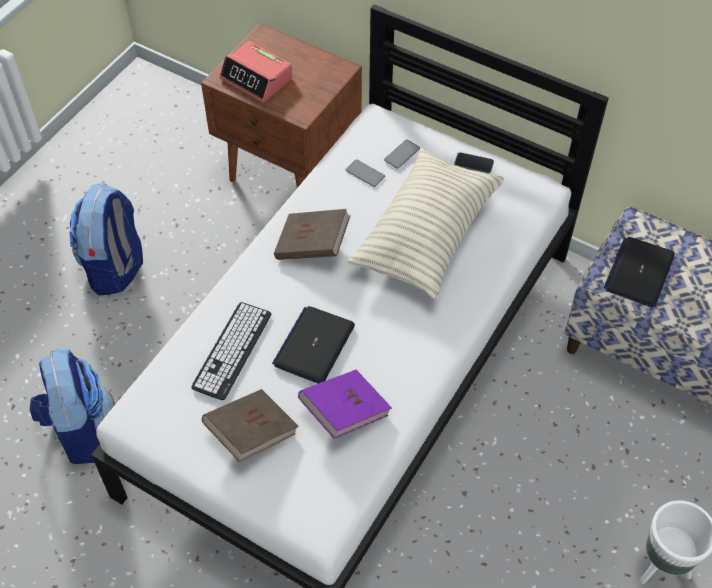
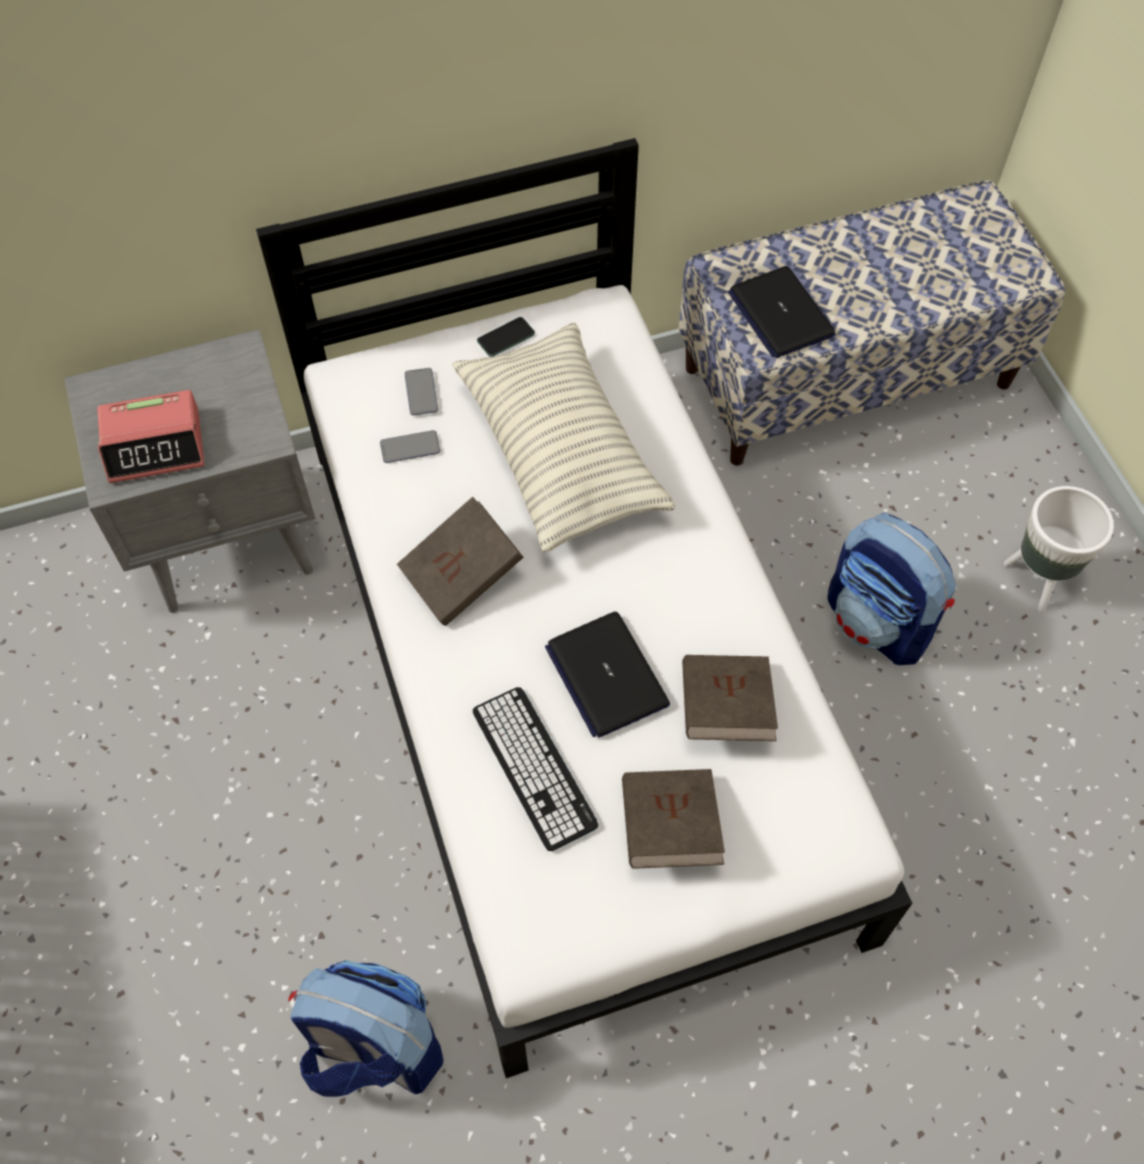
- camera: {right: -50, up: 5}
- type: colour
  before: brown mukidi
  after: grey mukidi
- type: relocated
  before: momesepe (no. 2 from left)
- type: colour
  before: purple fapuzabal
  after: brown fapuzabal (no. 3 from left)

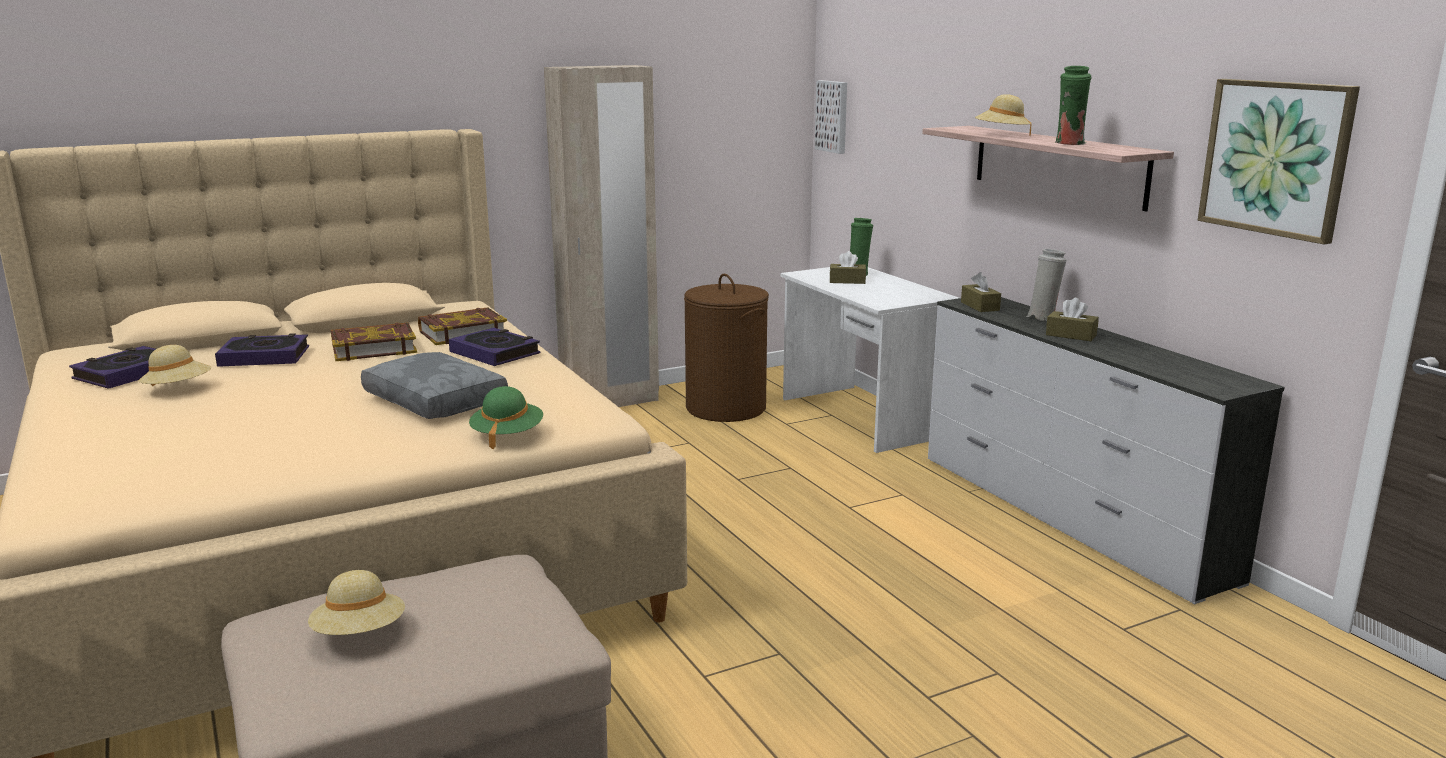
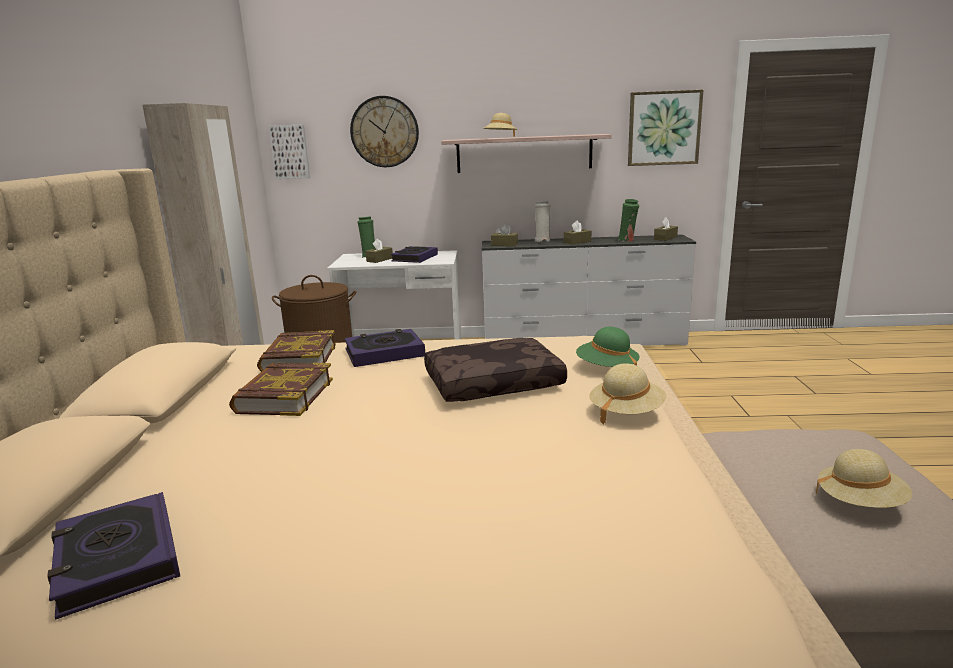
- camera: {right: -60, up: 0}
- type: relocated
  before: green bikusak (no. 2 from left)
- type: relocated
  before: fapuzabal (no. 2 from left in the first image)
  after: fapuzabal (no. 5 from left)
- type: relocated
  before: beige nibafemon (no. 1 from left in the first image)
  after: beige nibafemon (no. 2 from left)
- type: colour
  before: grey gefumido
  after: brown gefumido
- type: appeared
  after: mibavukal
- type: appeared
  after: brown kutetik (no. 4 from left)

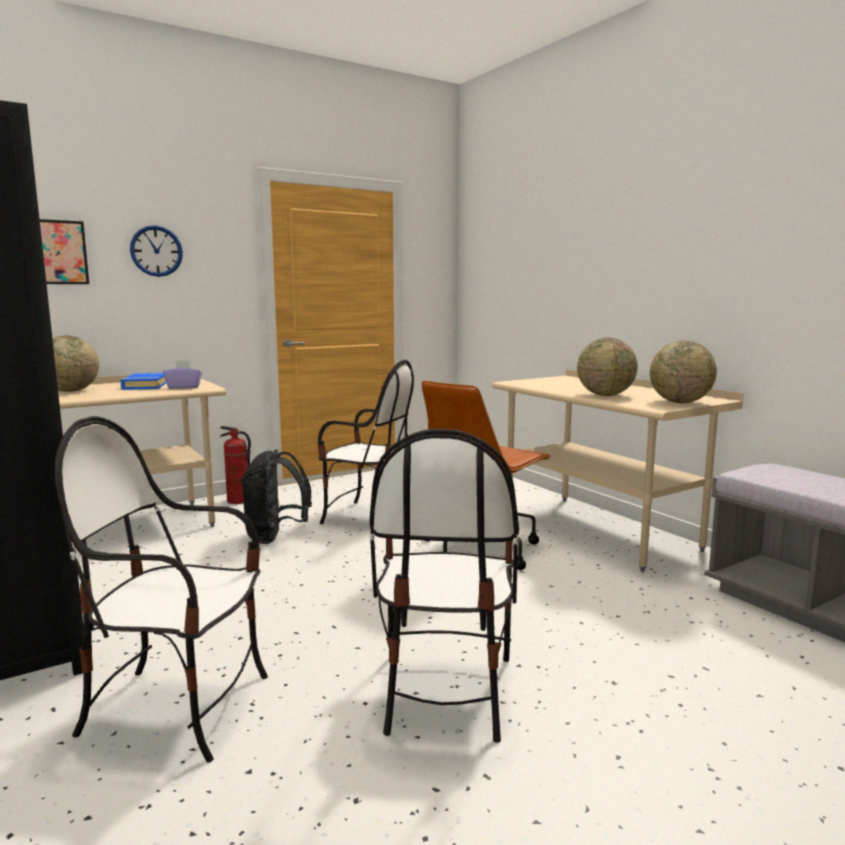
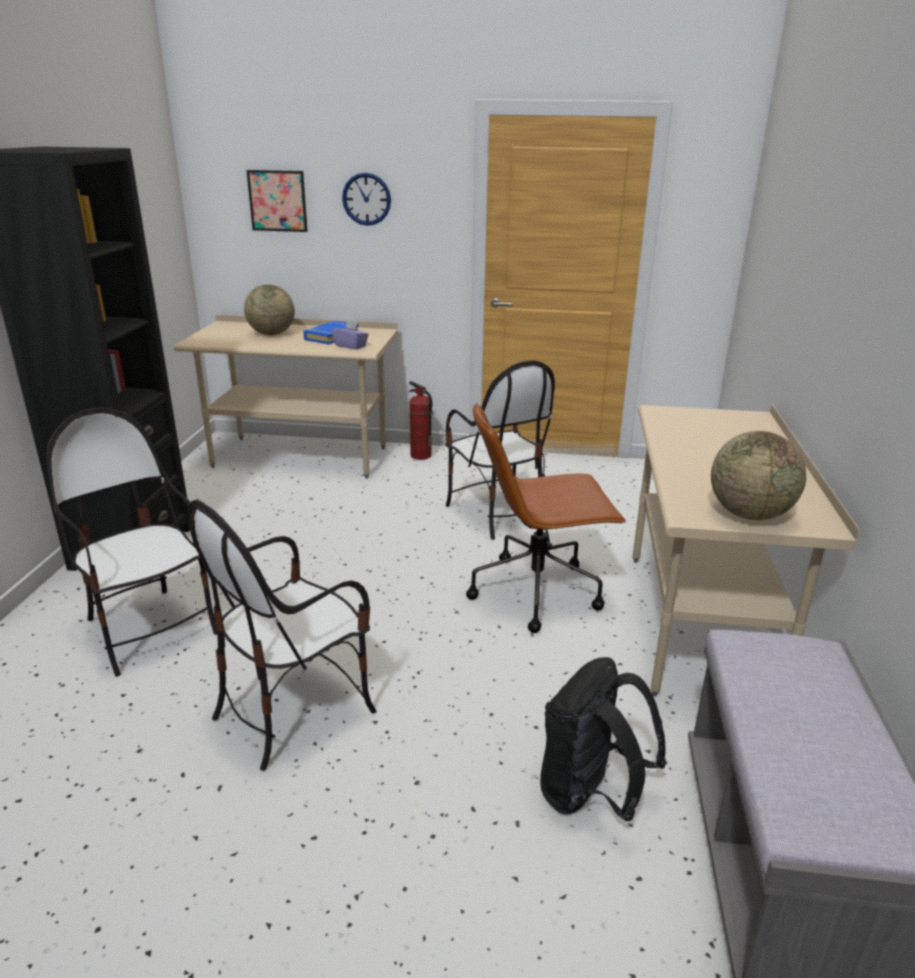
- camera: {right: 40, up: 15}
- type: missing
  before: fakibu (no. 2 from left)
- type: relocated
  before: black momesepe

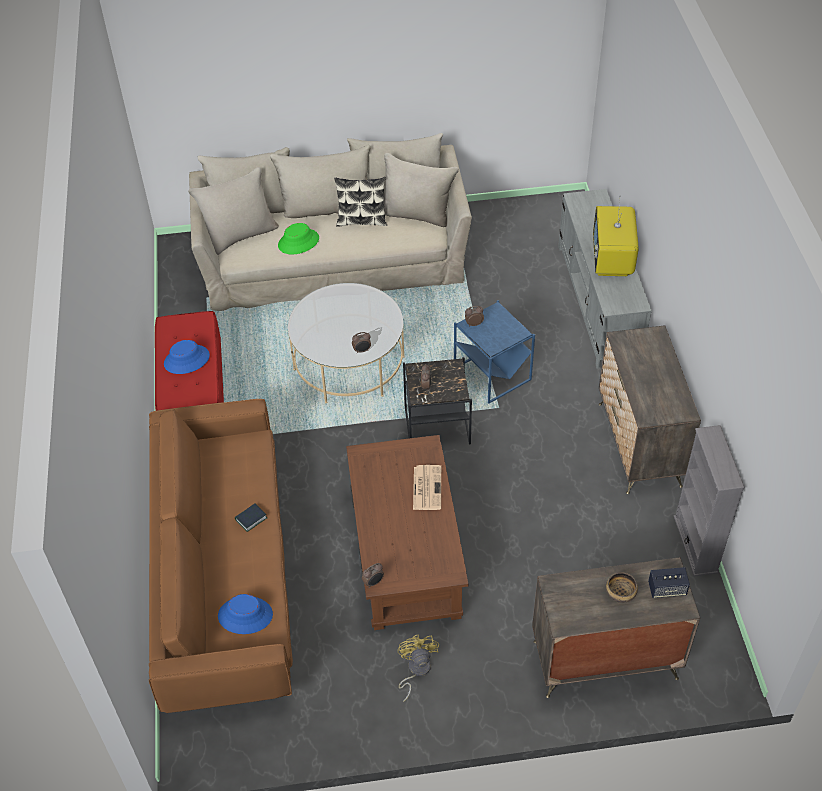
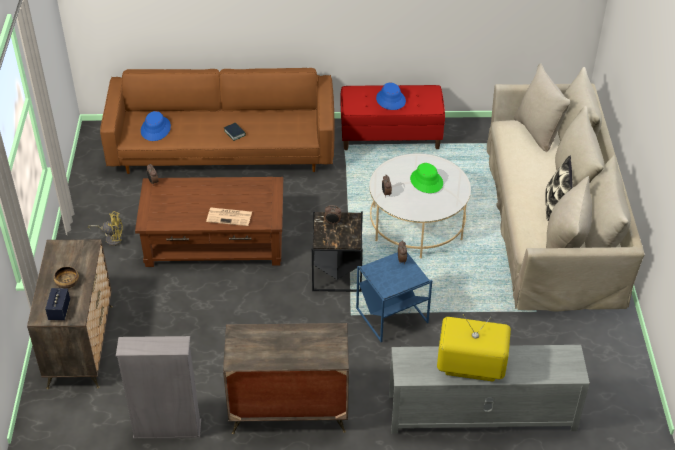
- camera: {right: 95, up: -5}
- type: relocated
  before: green nibafemon

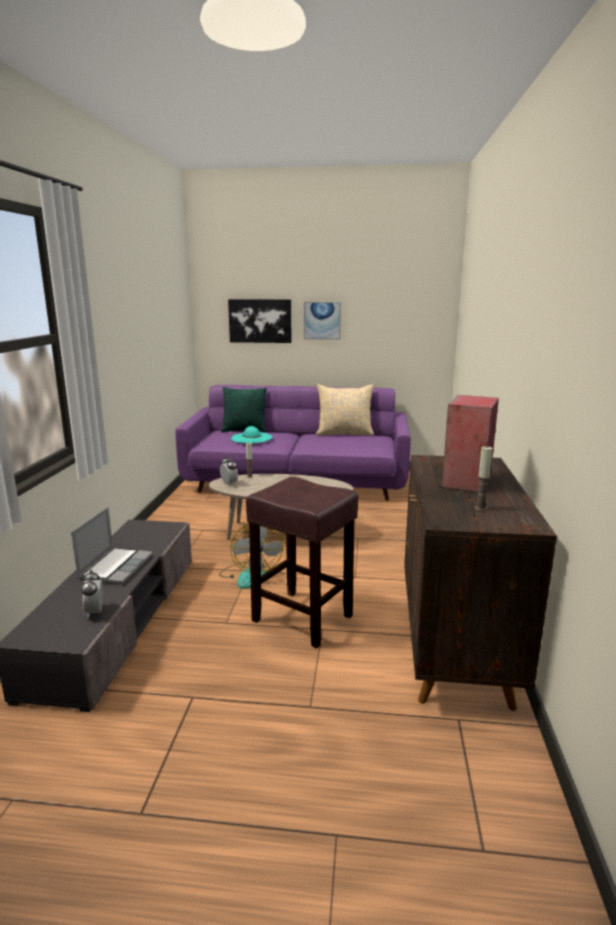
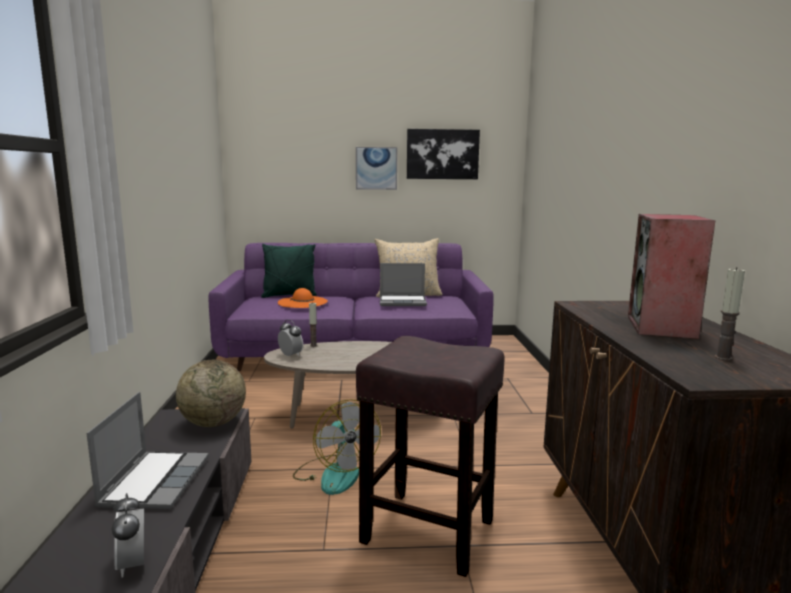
- camera: {right: -10, up: -5}
- type: relocated
  before: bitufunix (no. 1 from left in the first image)
  after: bitufunix (no. 2 from left)
- type: colour
  before: turquoise nibafemon
  after: orange nibafemon
- type: appeared
  after: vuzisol (no. 2 from left)
- type: appeared
  after: fakibu

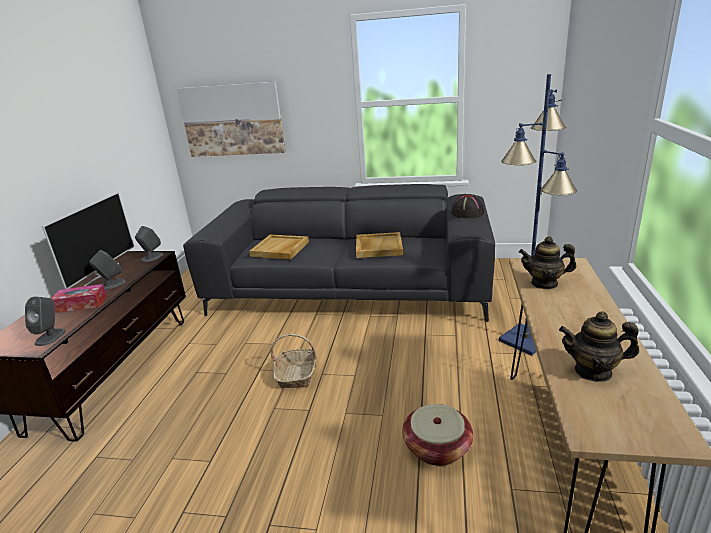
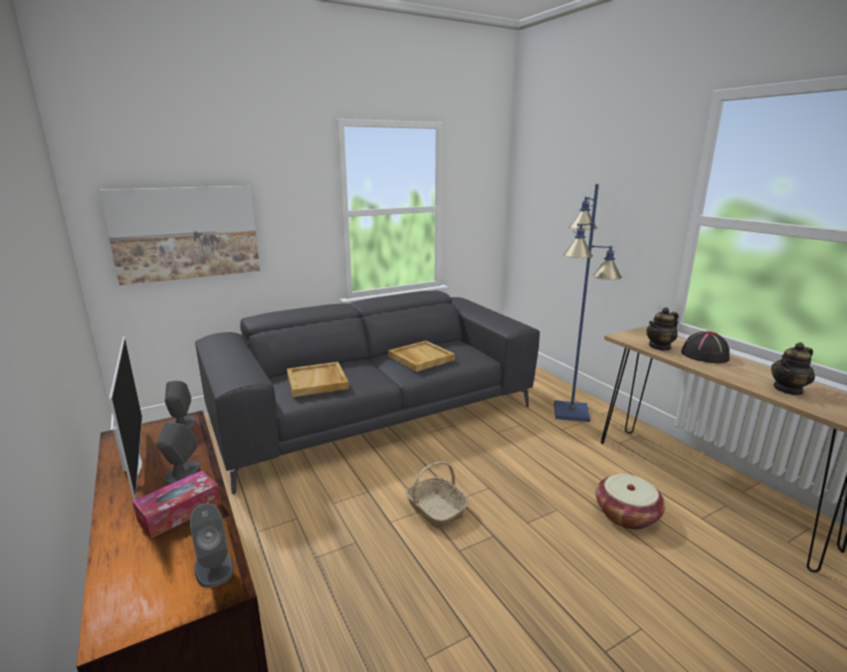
- camera: {right: -40, up: -5}
- type: relocated
  before: black nibafemon

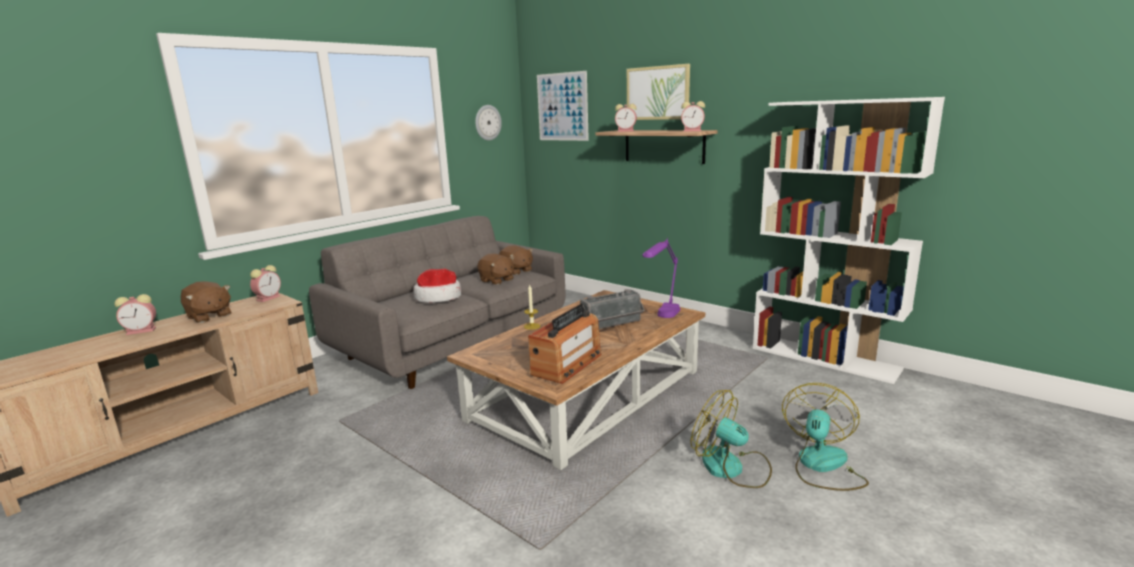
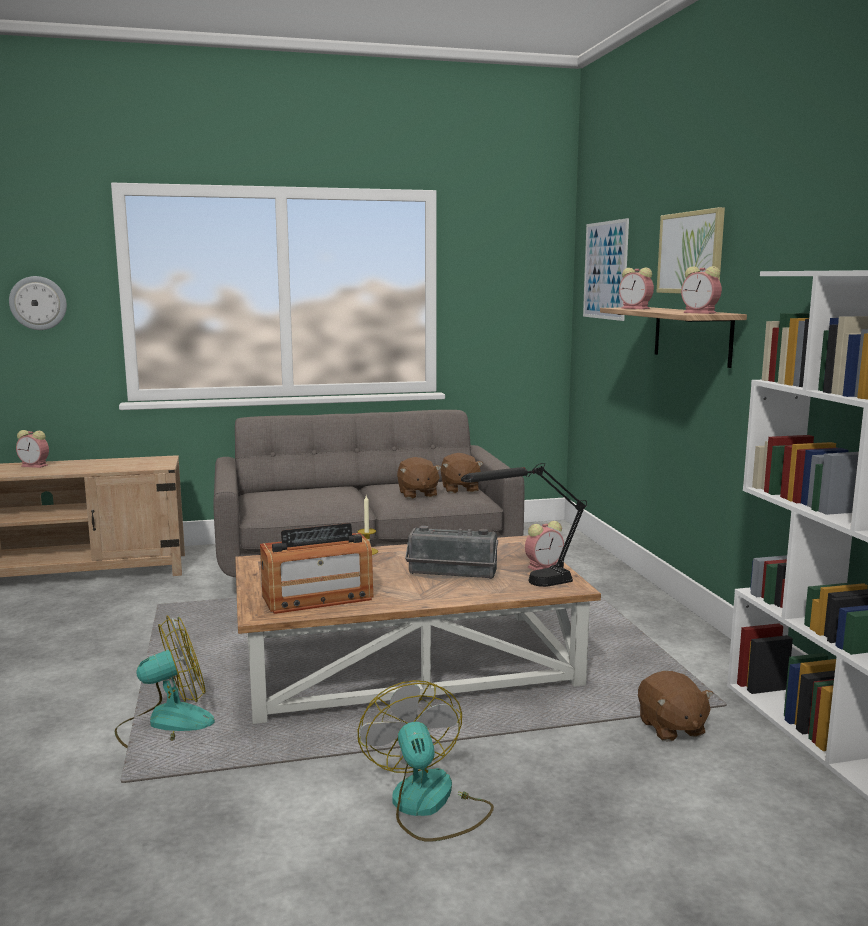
- camera: {right: 35, up: -5}
- type: relocated
  before: mibavukal
- type: colour
  before: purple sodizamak
  after: black sodizamak
- type: relocated
  before: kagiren (no. 2 from left)
- type: missing
  before: nibafemon
- type: relocated
  before: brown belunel (no. 1 from left in the first image)
  after: brown belunel (no. 3 from left)
- type: relocated
  before: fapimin (no. 2 from left in the first image)
  after: fapimin (no. 1 from left)

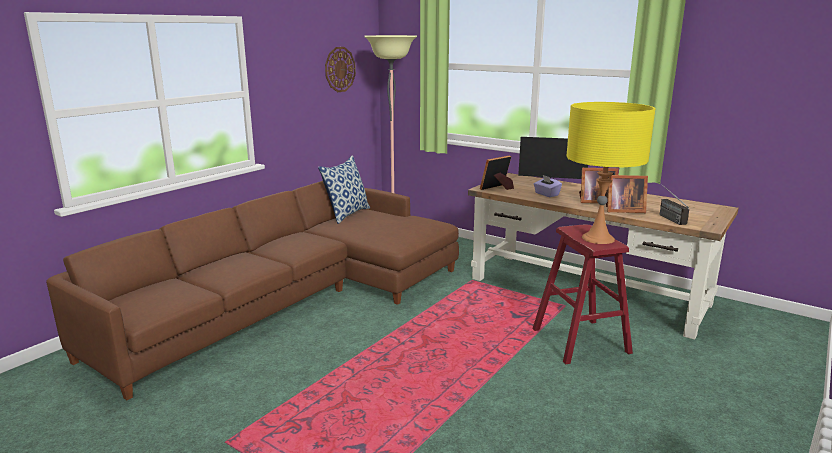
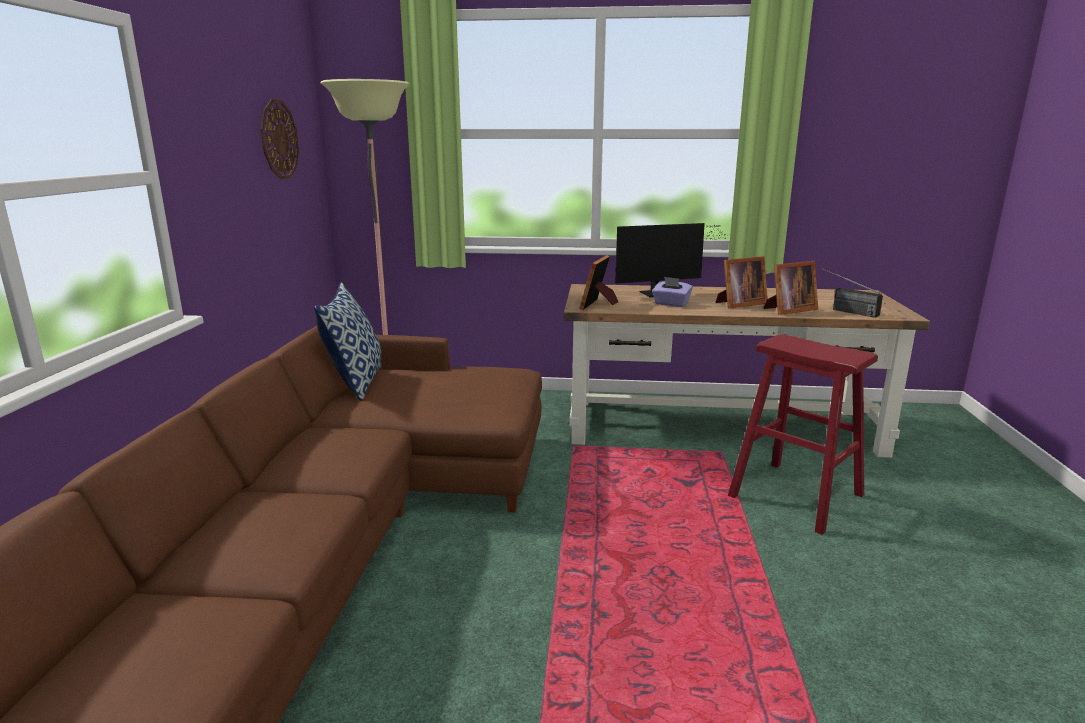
- camera: {right: -30, up: 0}
- type: missing
  before: yellow sodizamak

